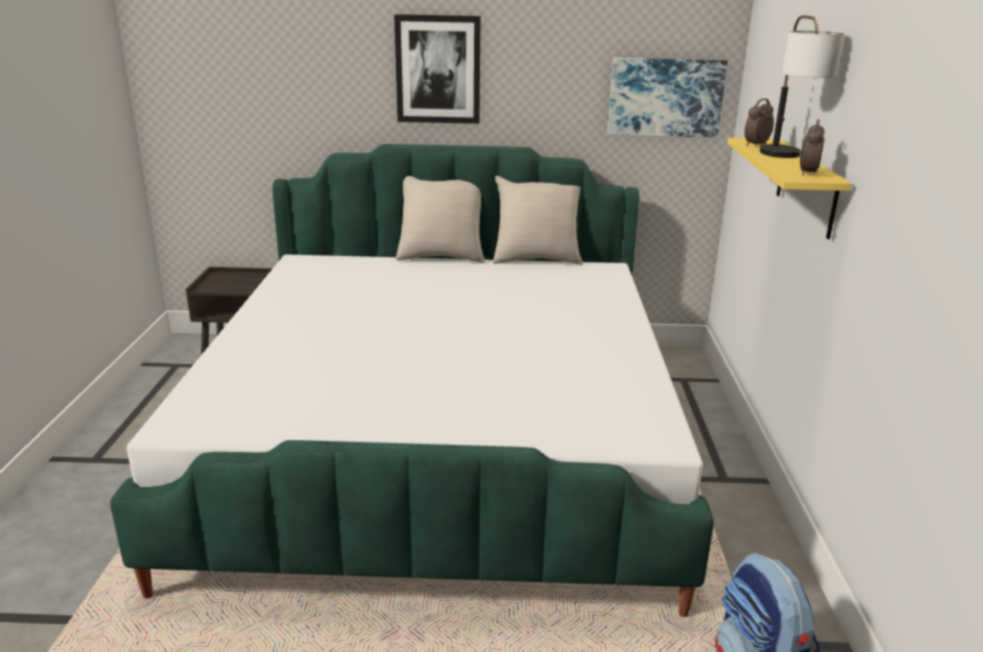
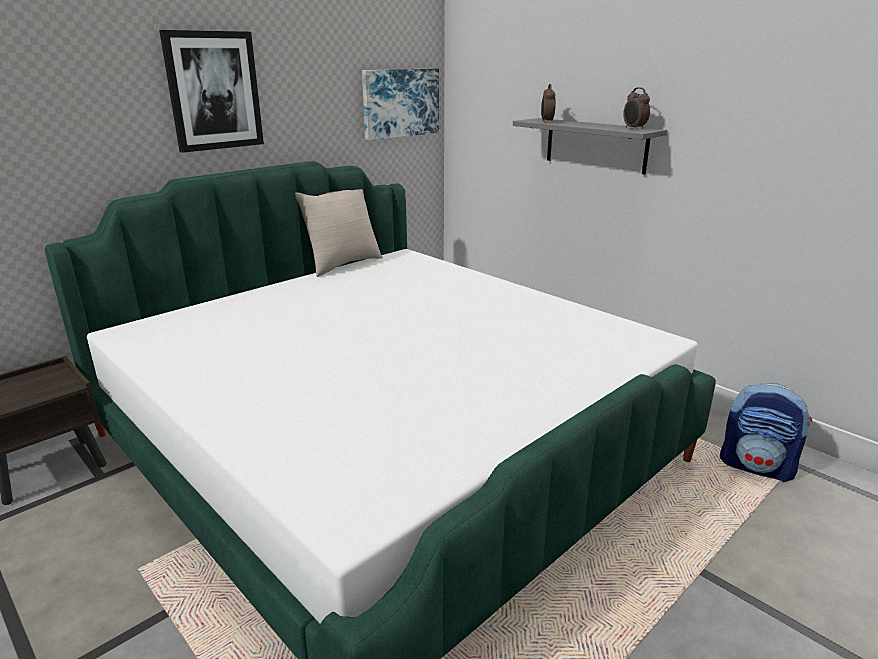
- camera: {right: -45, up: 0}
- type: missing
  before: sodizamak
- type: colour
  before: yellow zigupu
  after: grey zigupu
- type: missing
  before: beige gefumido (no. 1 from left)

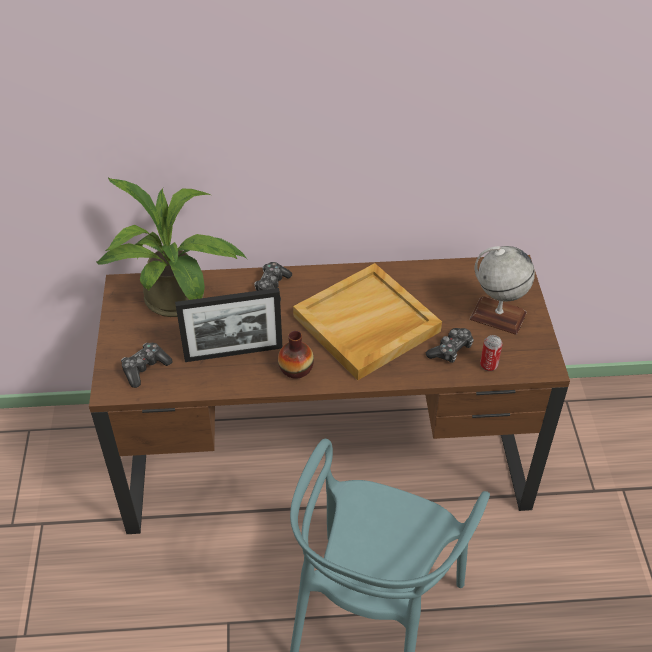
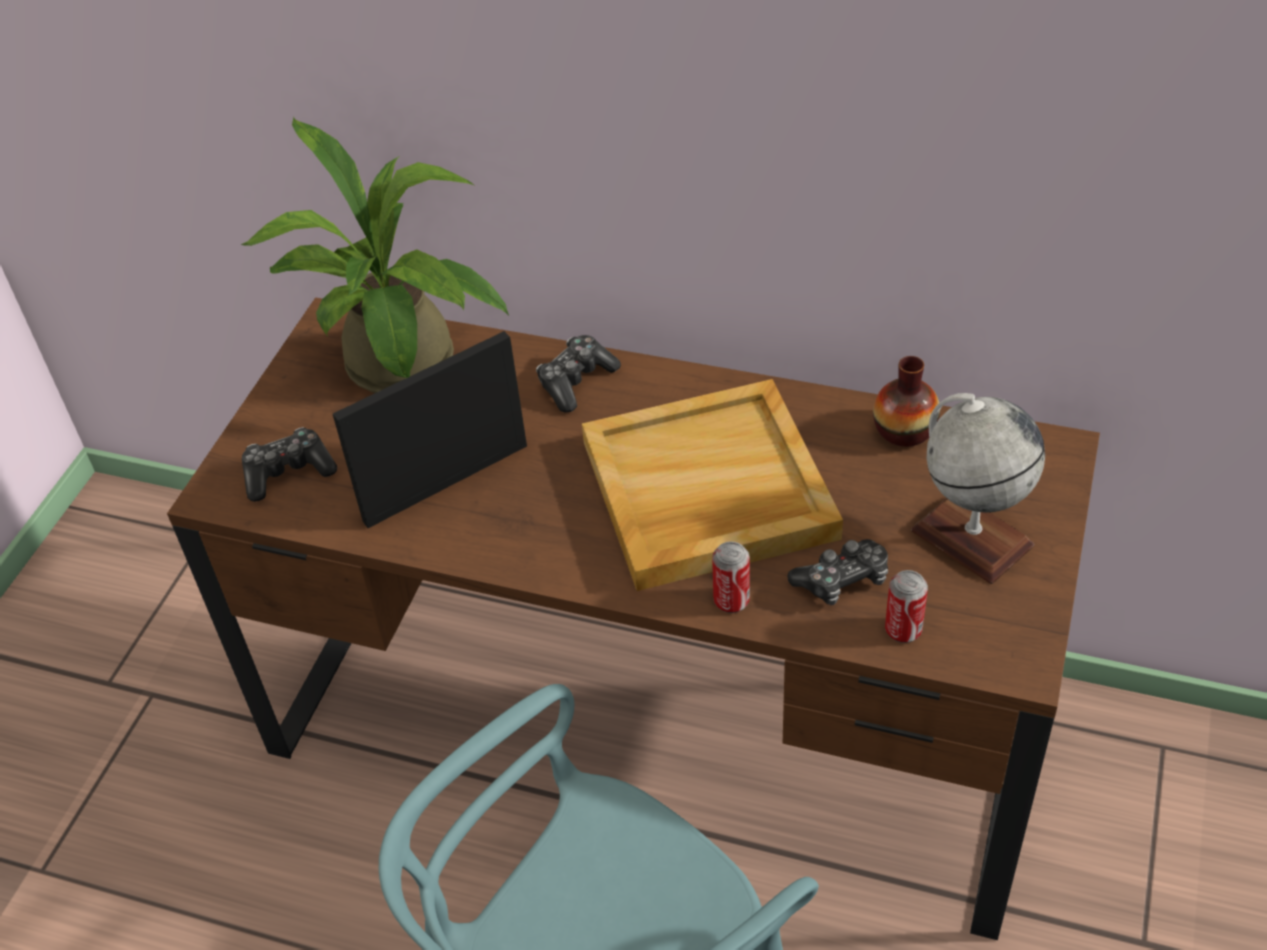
- camera: {right: 25, up: 0}
- type: spun
  before: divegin
  turn: 135
- type: relocated
  before: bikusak
- type: appeared
  after: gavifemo (no. 1 from left)

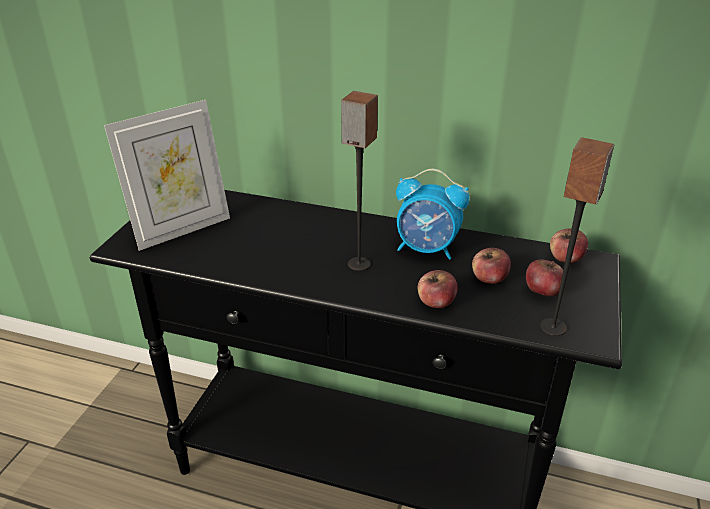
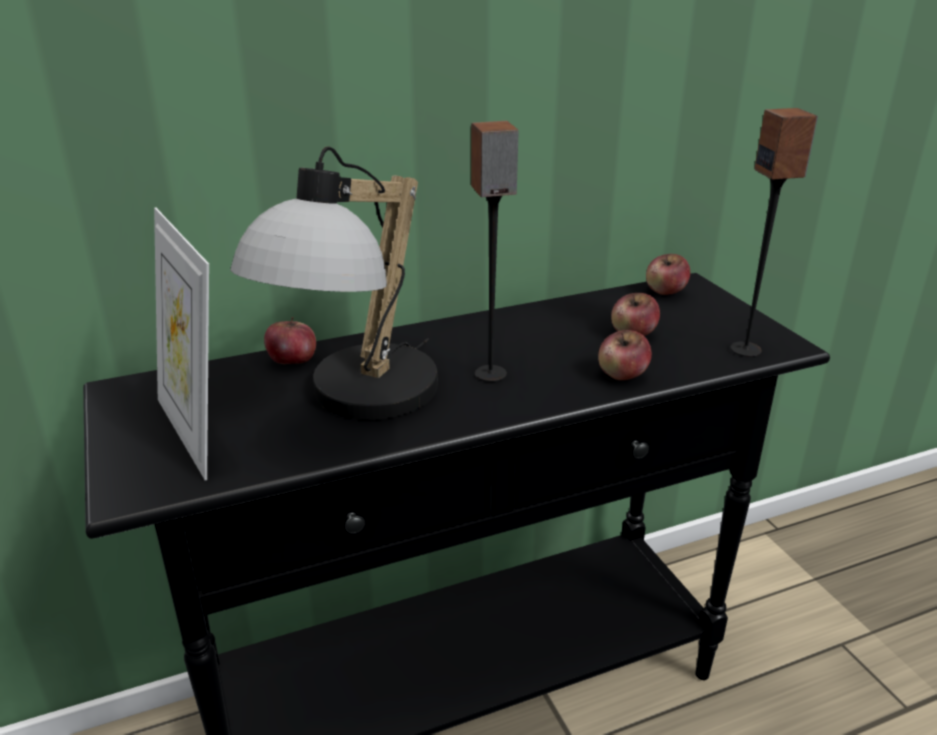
- camera: {right: -40, up: -5}
- type: spun
  before: divegin
  turn: 135
- type: missing
  before: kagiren
- type: relocated
  before: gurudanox (no. 3 from left in the first image)
  after: gurudanox (no. 1 from left)
- type: appeared
  after: sodizamak

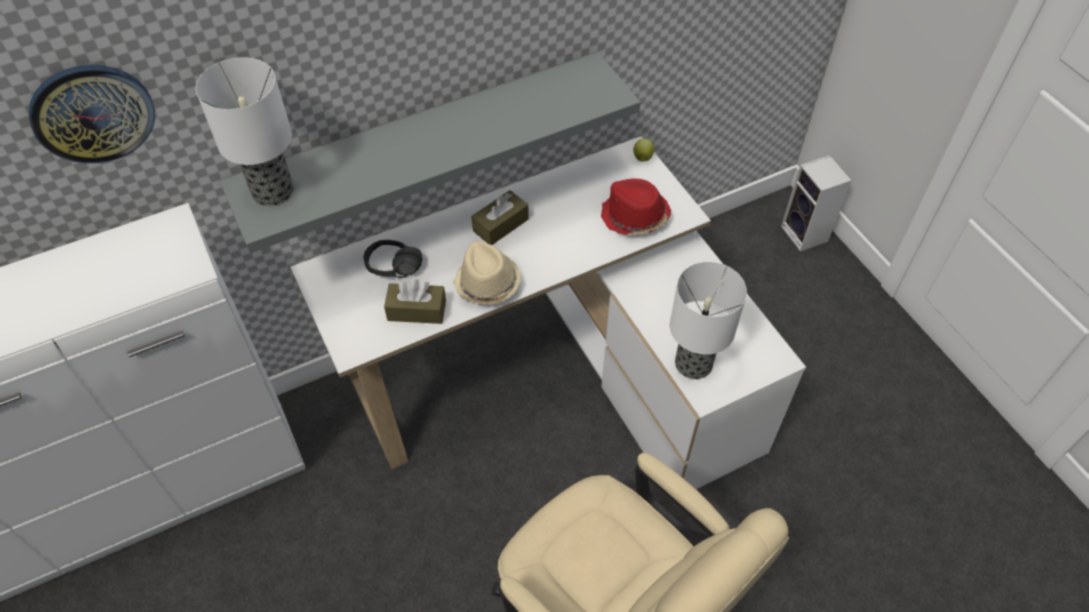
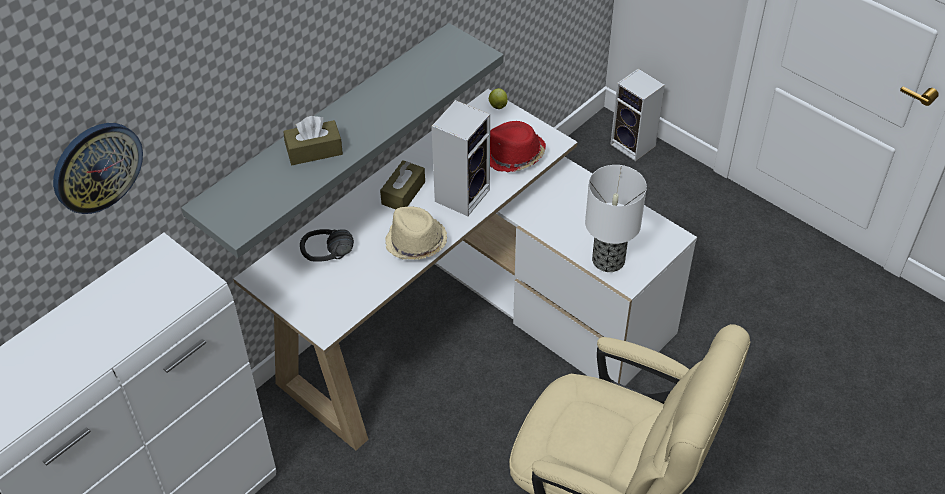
- camera: {right: -20, up: -5}
- type: missing
  before: sodizamak (no. 1 from left)
- type: relocated
  before: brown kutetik (no. 1 from left)
- type: appeared
  after: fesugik (no. 1 from left)

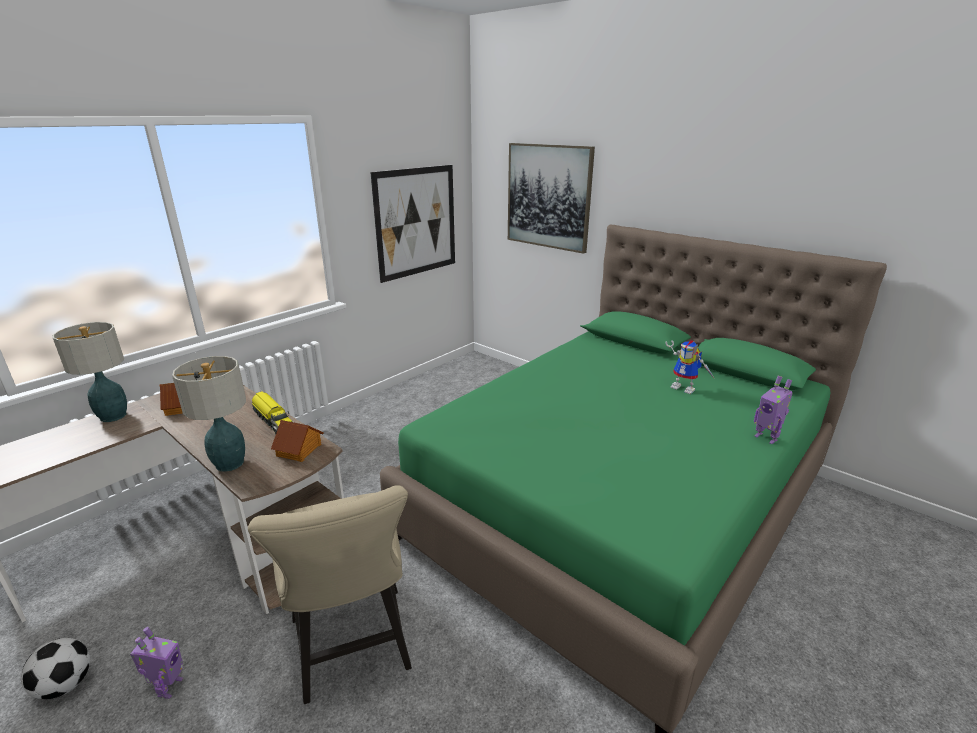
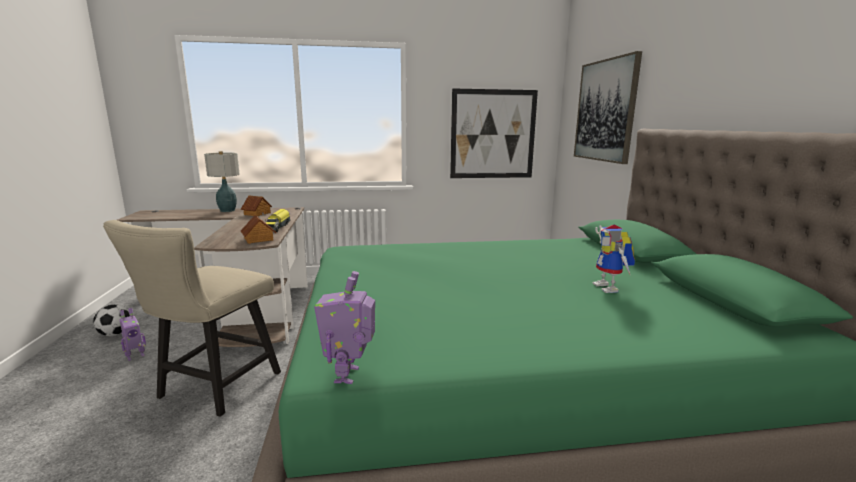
- camera: {right: 40, up: -10}
- type: missing
  before: sodizamak (no. 2 from left)
- type: relocated
  before: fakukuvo (no. 3 from left in the first image)
  after: fakukuvo (no. 2 from left)

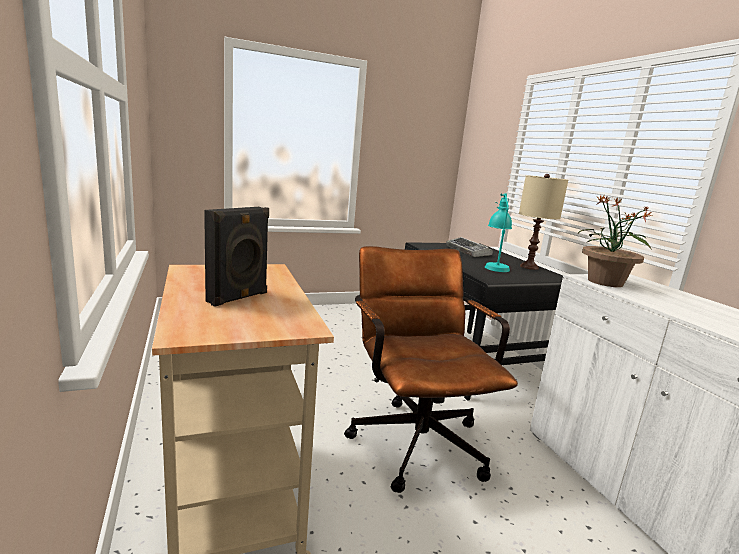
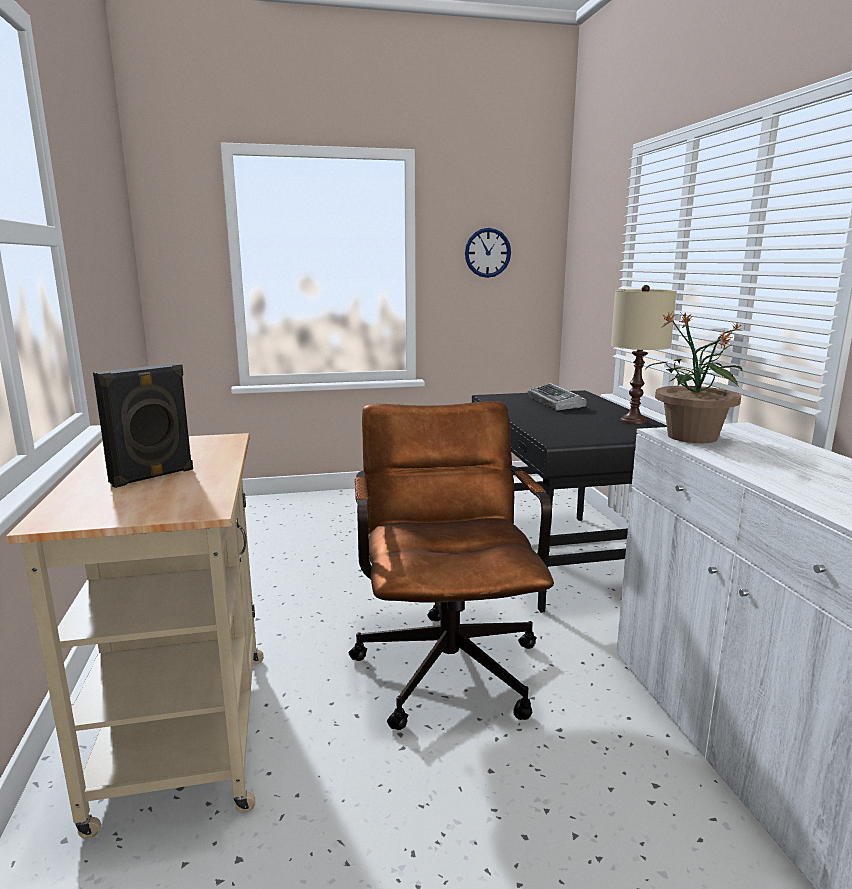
- camera: {right: 10, up: 0}
- type: missing
  before: turquoise sodizamak
- type: appeared
  after: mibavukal

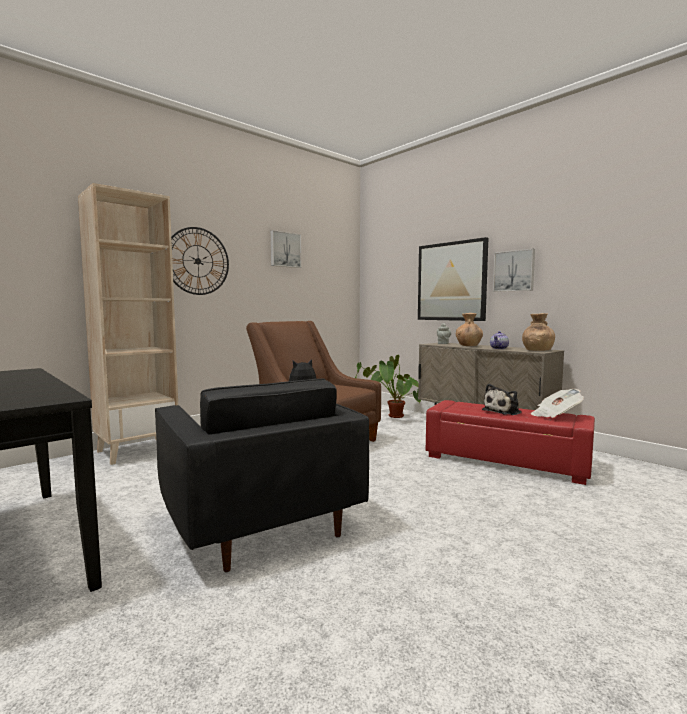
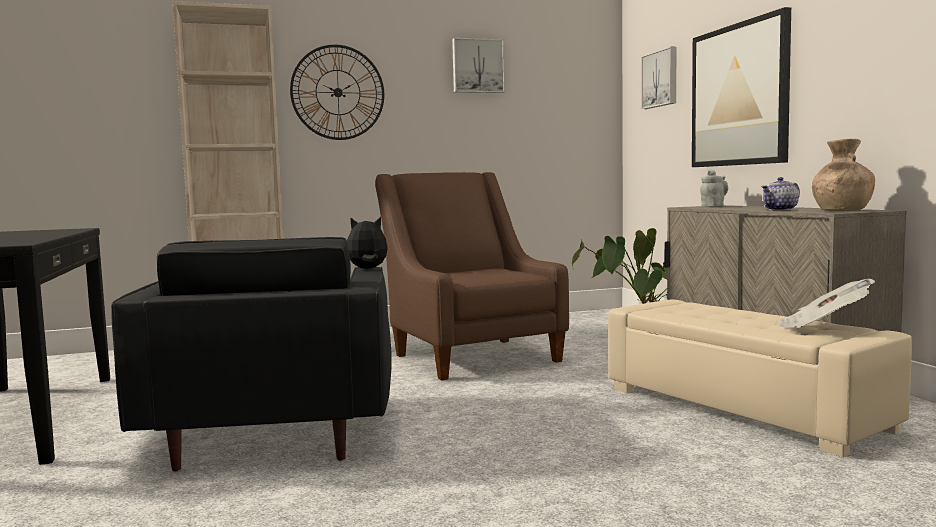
- camera: {right: 25, up: 0}
- type: relocated
  before: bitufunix (no. 3 from left in the first image)
  after: bitufunix (no. 2 from left)
- type: missing
  before: brown bikusak (no. 1 from left)
- type: missing
  before: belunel (no. 2 from left)
- type: colour
  before: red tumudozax
  after: beige tumudozax

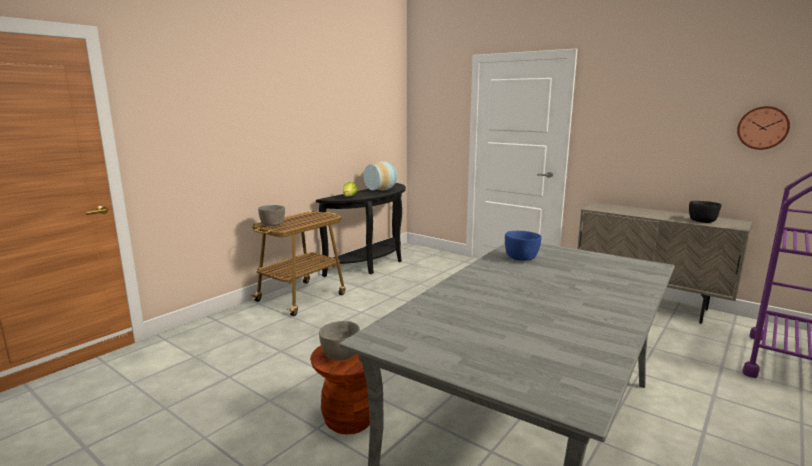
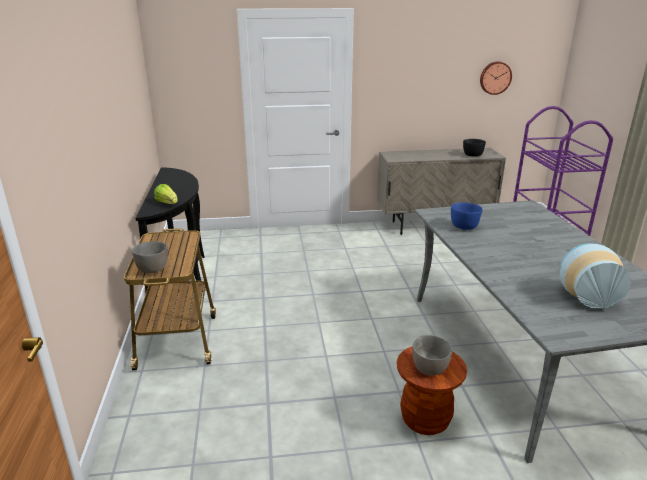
- camera: {right: -45, up: 10}
- type: relocated
  before: bikusak

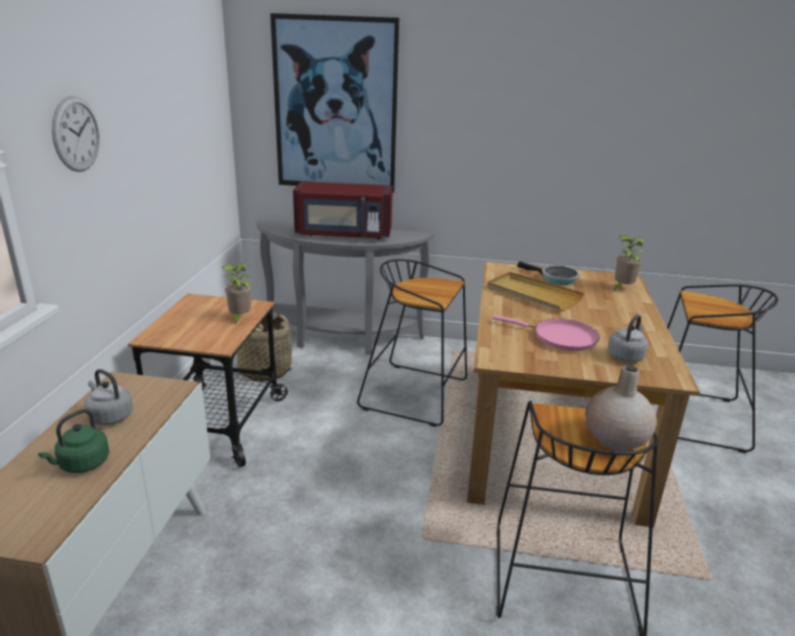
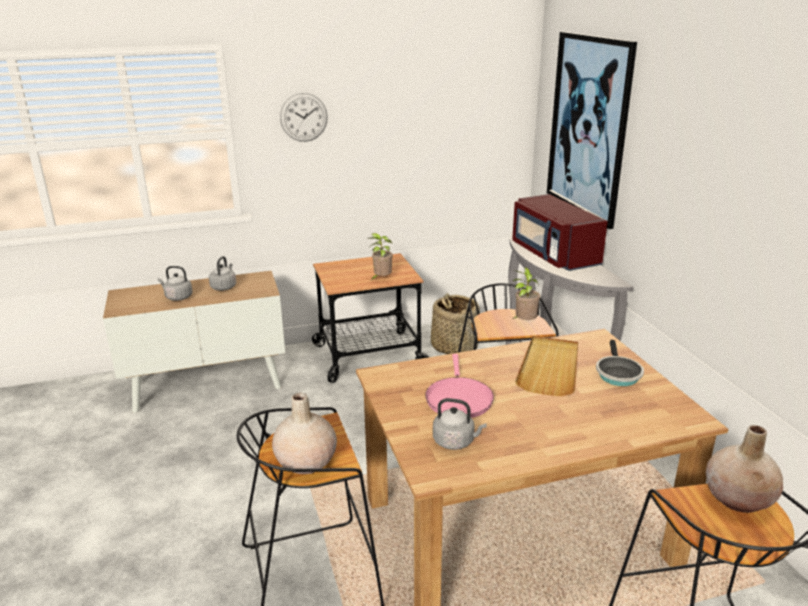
- camera: {right: 65, up: 0}
- type: relocated
  before: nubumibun (no. 2 from left)
- type: colour
  before: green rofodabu
  after: grey rofodabu (no. 1 from left)
- type: appeared
  after: beige bikusak (no. 2 from left)

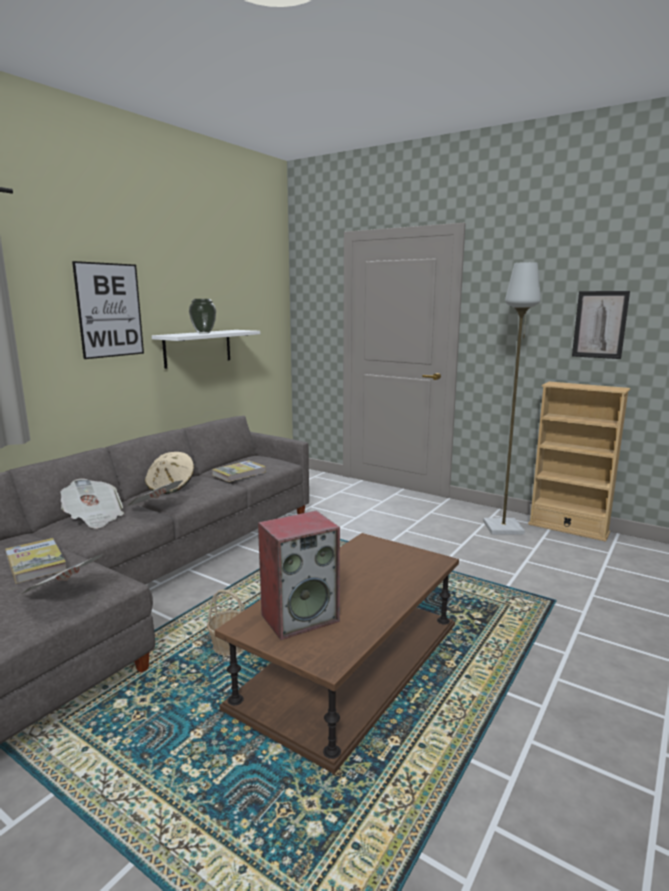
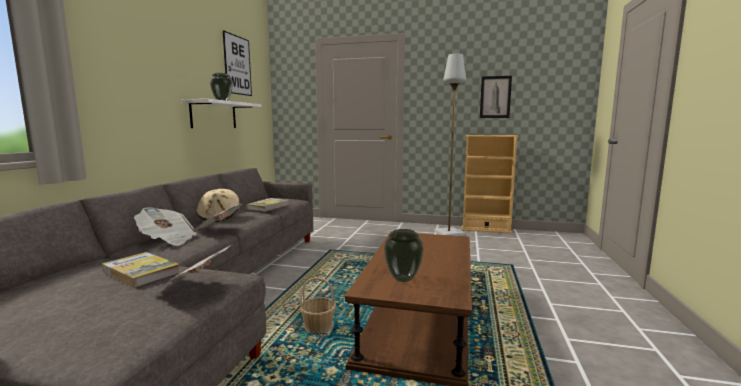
- camera: {right: -20, up: -5}
- type: relocated
  before: bitufunix (no. 1 from left)
- type: exchanged
  before: fesugik
  after: bikusak (no. 2 from left)

